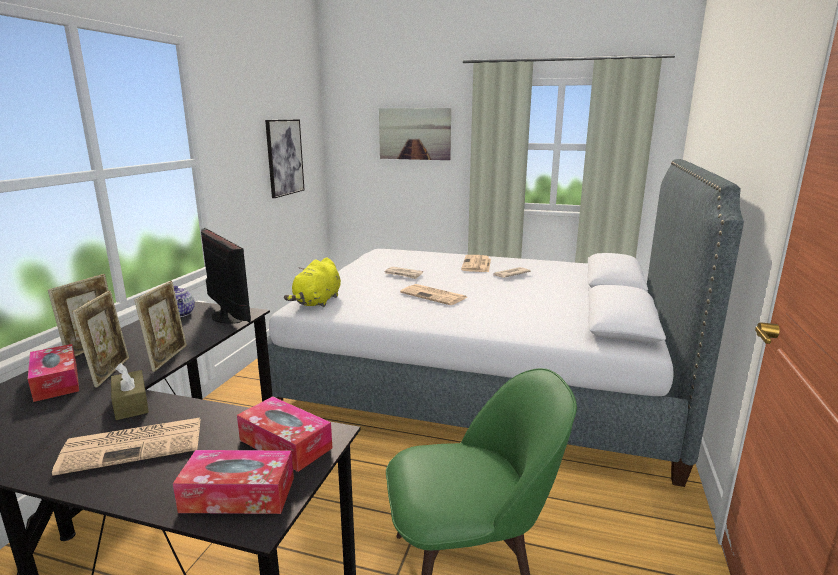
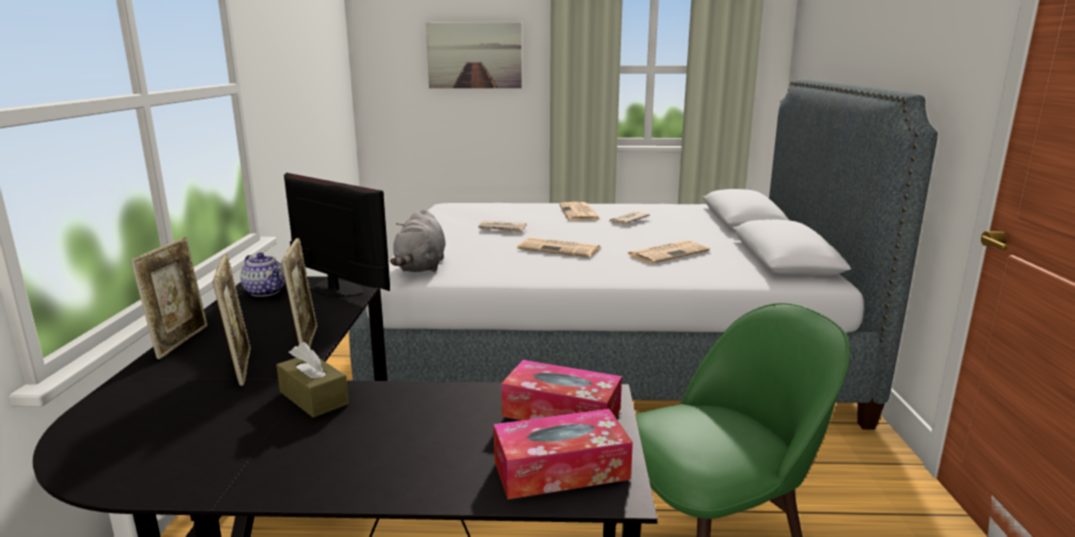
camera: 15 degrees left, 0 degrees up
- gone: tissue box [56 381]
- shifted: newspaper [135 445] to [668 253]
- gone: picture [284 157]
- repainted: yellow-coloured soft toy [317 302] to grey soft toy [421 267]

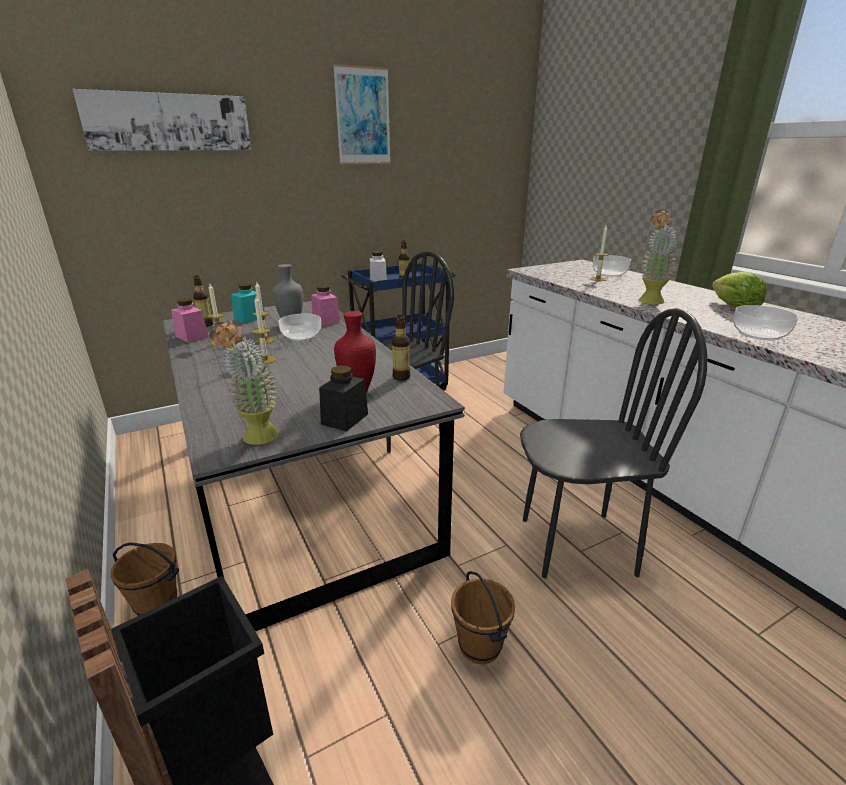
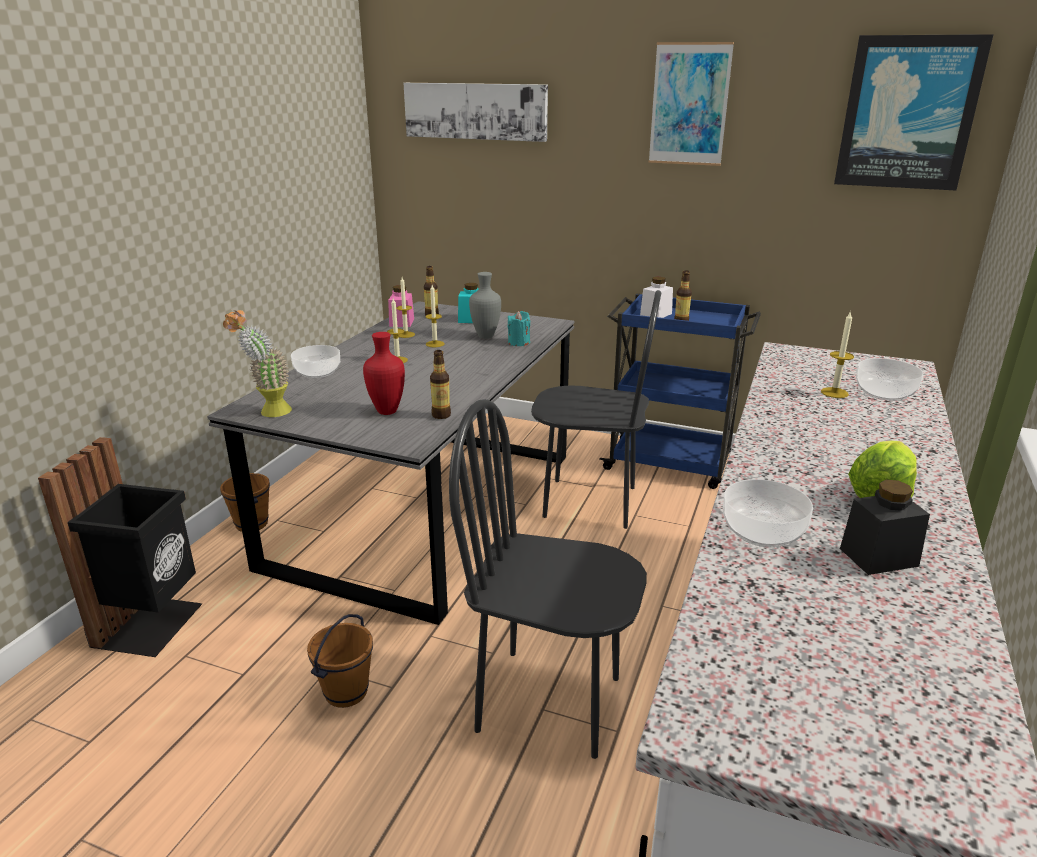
camera: 50 degrees right, 0 degrees up
- shifted: serving bowl [302 336] to [317 372]
- swapped: pinkish storage jar [326 320] to blue-green wax candle [519 343]
- shifted: blackish storage jar [345 419] to [878 557]
- rotated: blackish plain chair [576 545] = [549 702] 150 degrees clockwise
- gone: houseplant [649 302]
- new: picture [908 113]

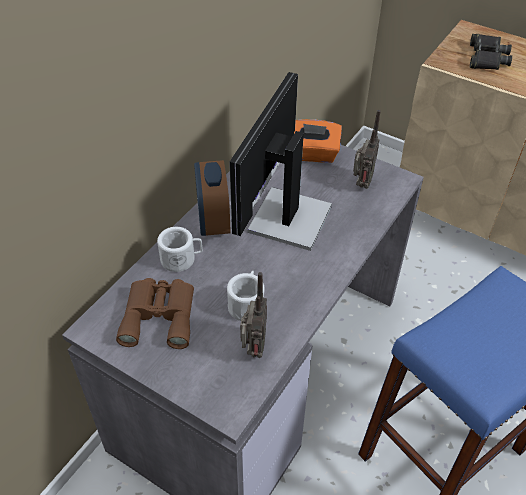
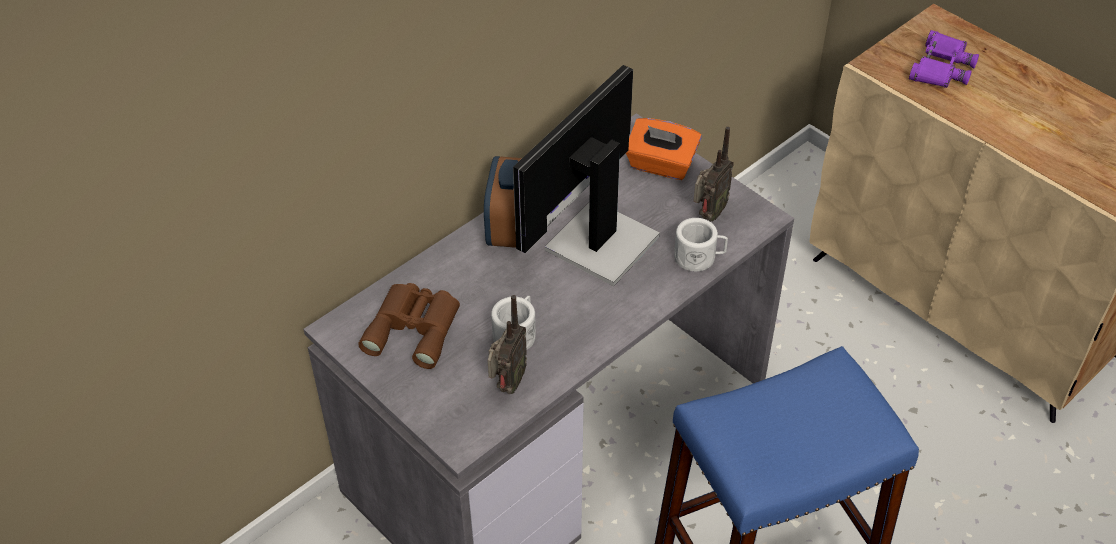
camera: 15 degrees right, 0 degrees up
- shifted: whitish mug [182 259] to [699 257]
- repainted: blackish field glasses [486 58] to purple-coloured field glasses [941 67]

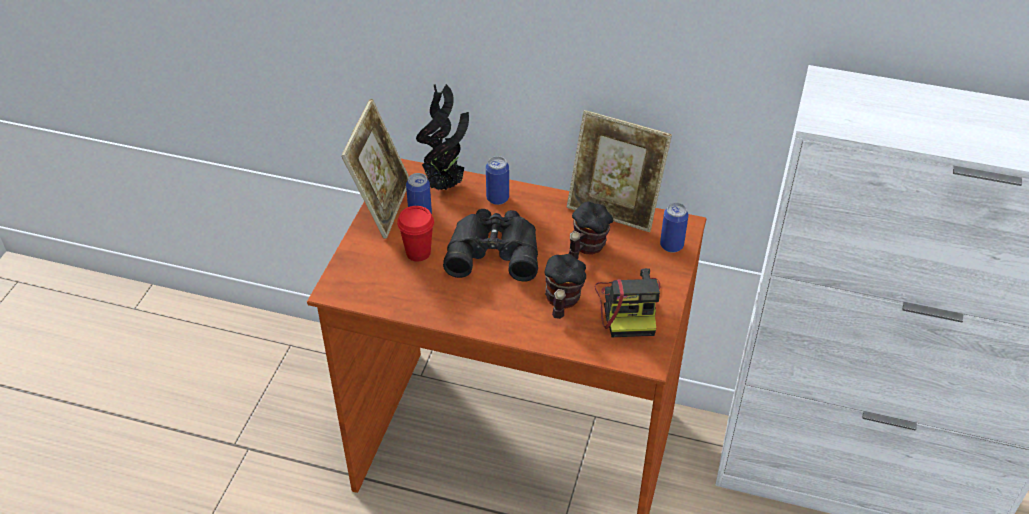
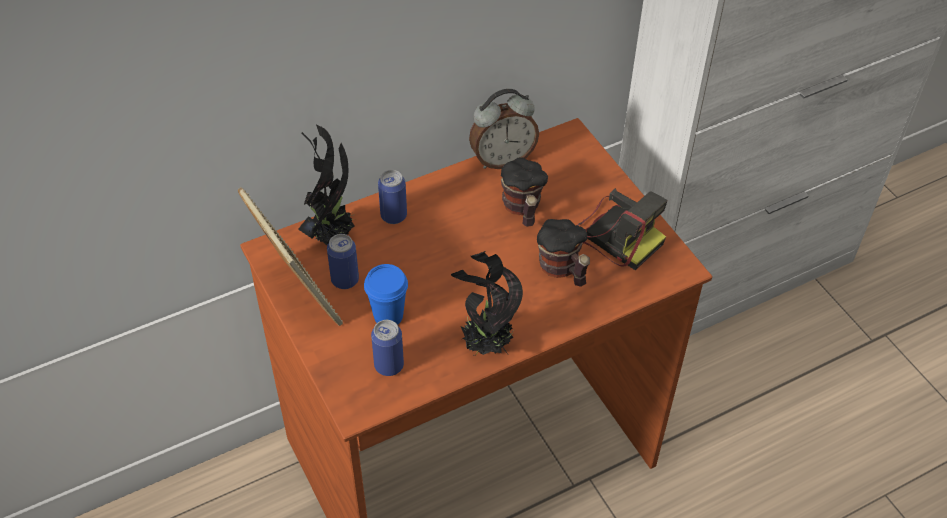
camera: 45 degrees left, 5 degrees up
- repainted: red-coloured cup [418 253] to blue cup [388 316]
- gone: blackish field glasses [493 249]
- swapped: photo frame [614 209] to table clock [502 159]
- shifted: sealed can [671 245] to [389 366]
- new: houseplant [484 346]

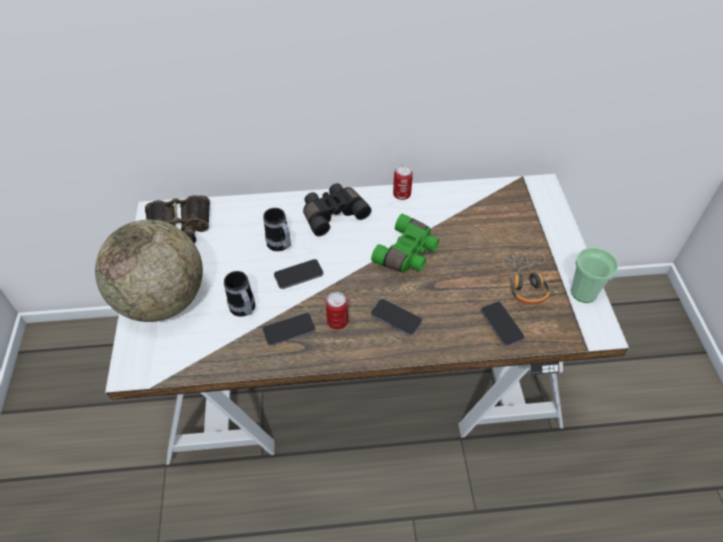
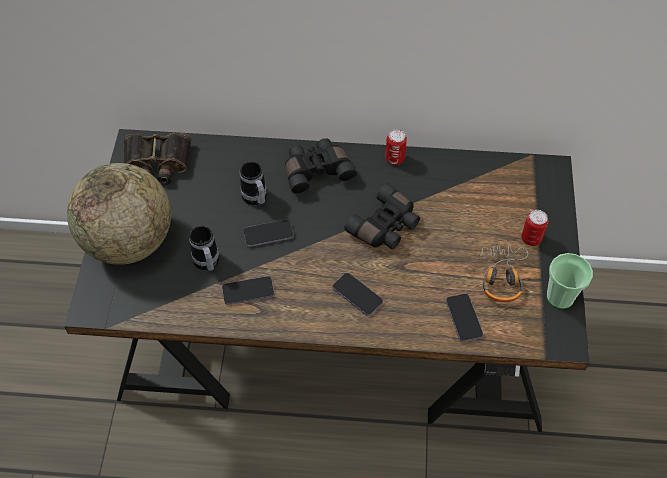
camera: 10 degrees right, 5 degrees up
- repainted: whitish desk unit [361 376] to blackish desk unit [334 341]
- shifted: sealed can [337 322] to [531 238]
- repainted: green-coloured field glasses [408 253] to blackish field glasses [385 227]

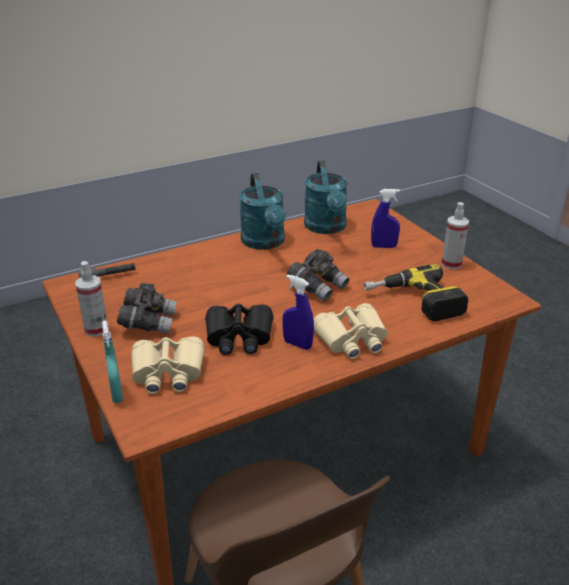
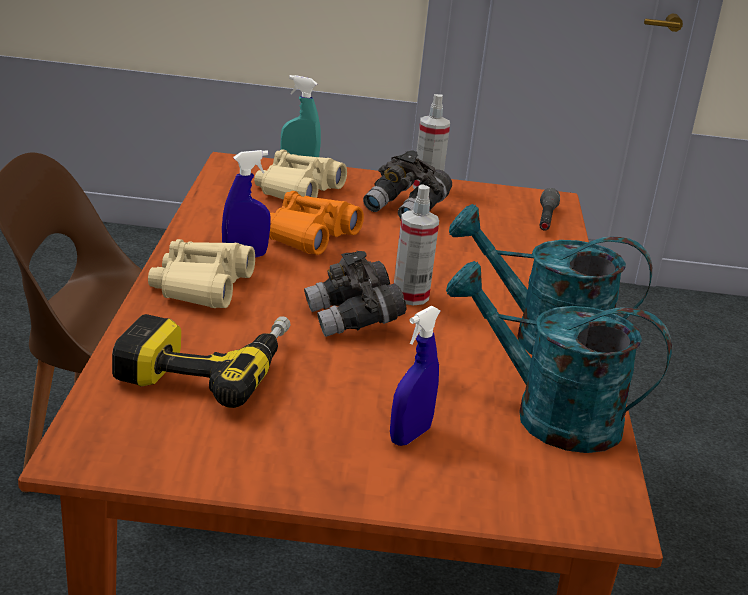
camera: 120 degrees right, 5 degrees down
- repainted: blackish field glasses [239 337] to orangey field glasses [308 236]
- shifted: hand sprayer [451 264] to [410 296]

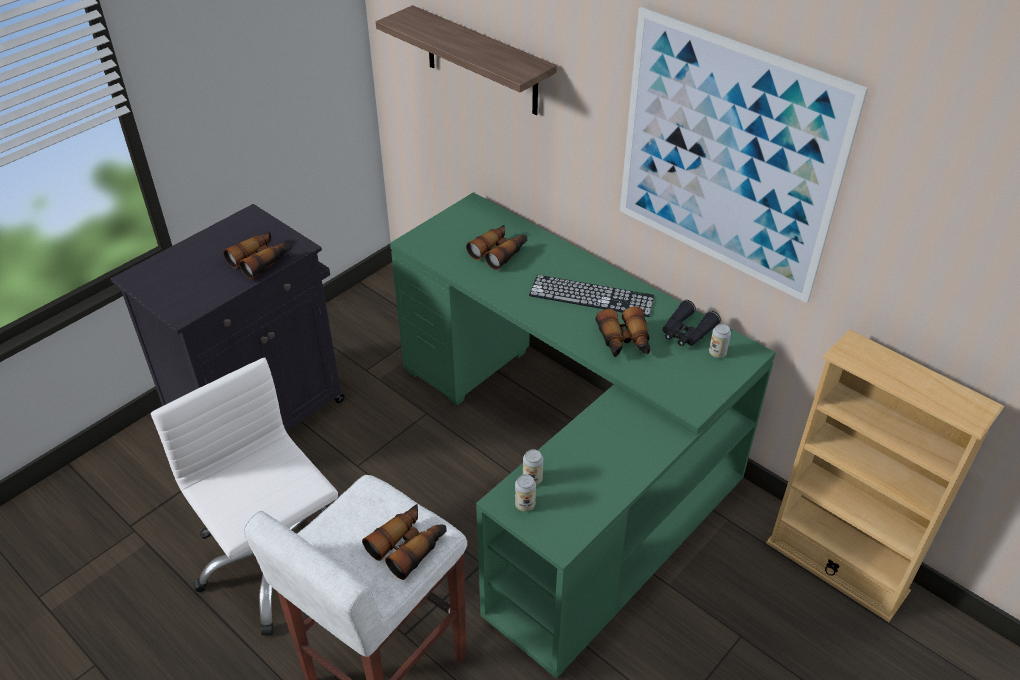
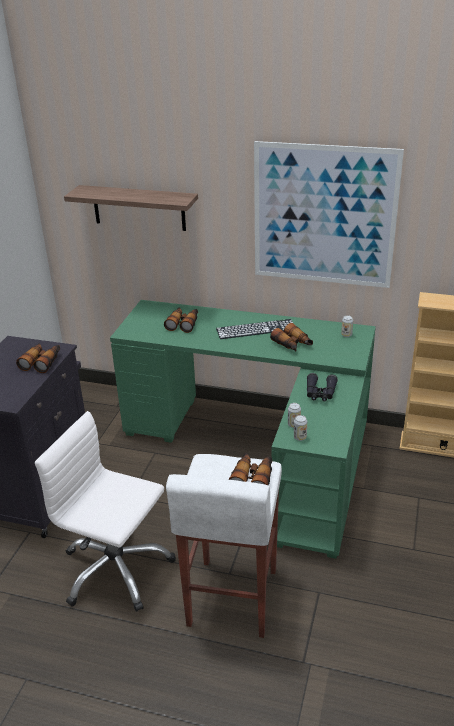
camera: 25 degrees left, 10 degrees down
- shifted: blackish field glasses [686 332] to [320 393]

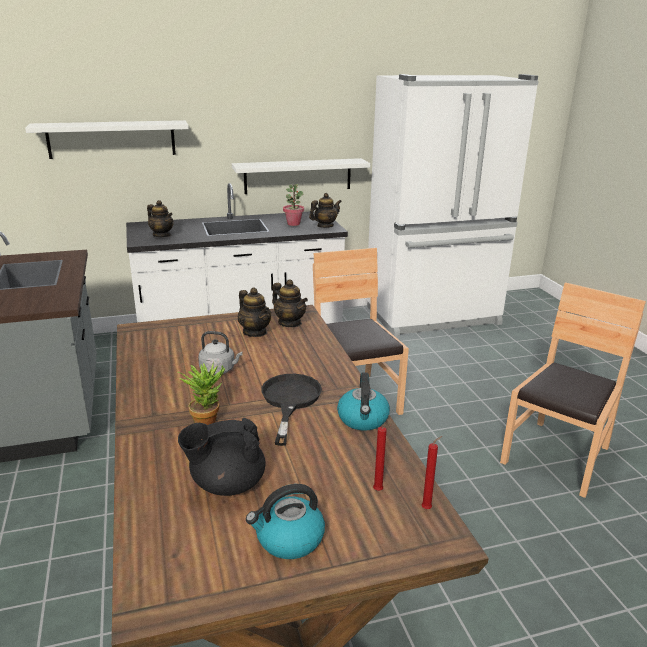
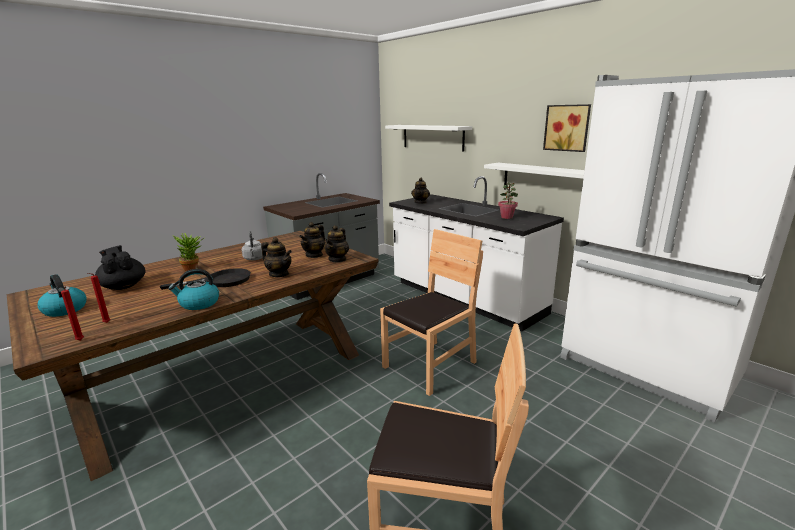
camera: 65 degrees right, 5 degrees down
- shifted: teapot [325 226] to [279 274]
- new: picture [567 128]

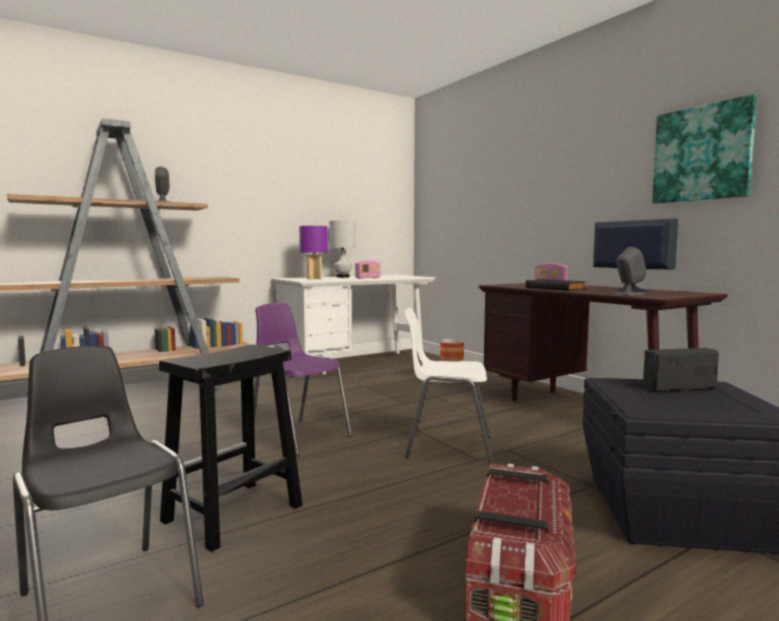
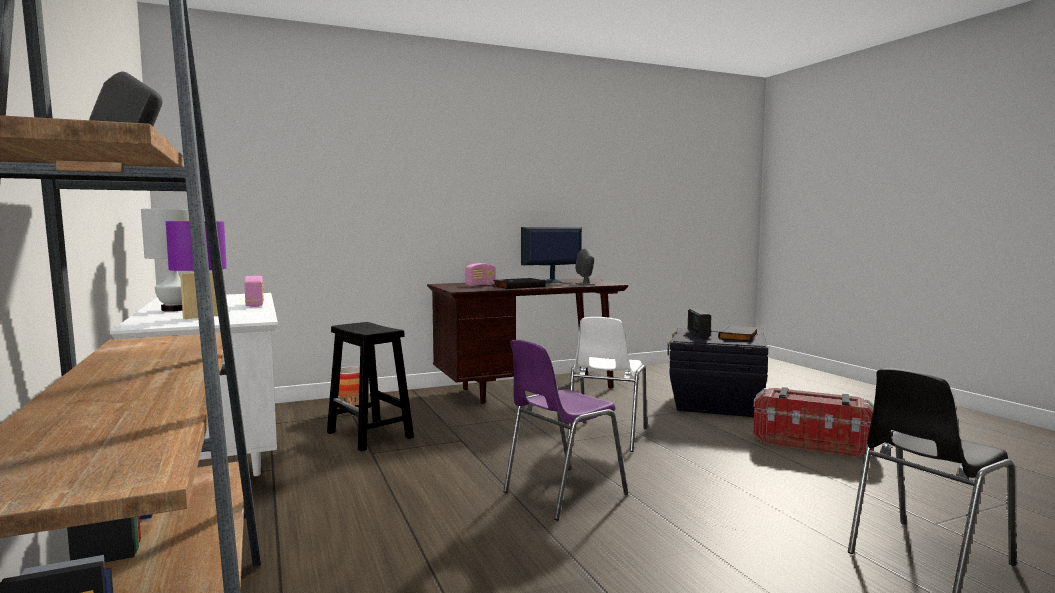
camera: 80 degrees left, 0 degrees up
- shifted: blackish stool [232 514] to [371 435]
- gone: picture [702 153]
- new: blackish volume [739 337]

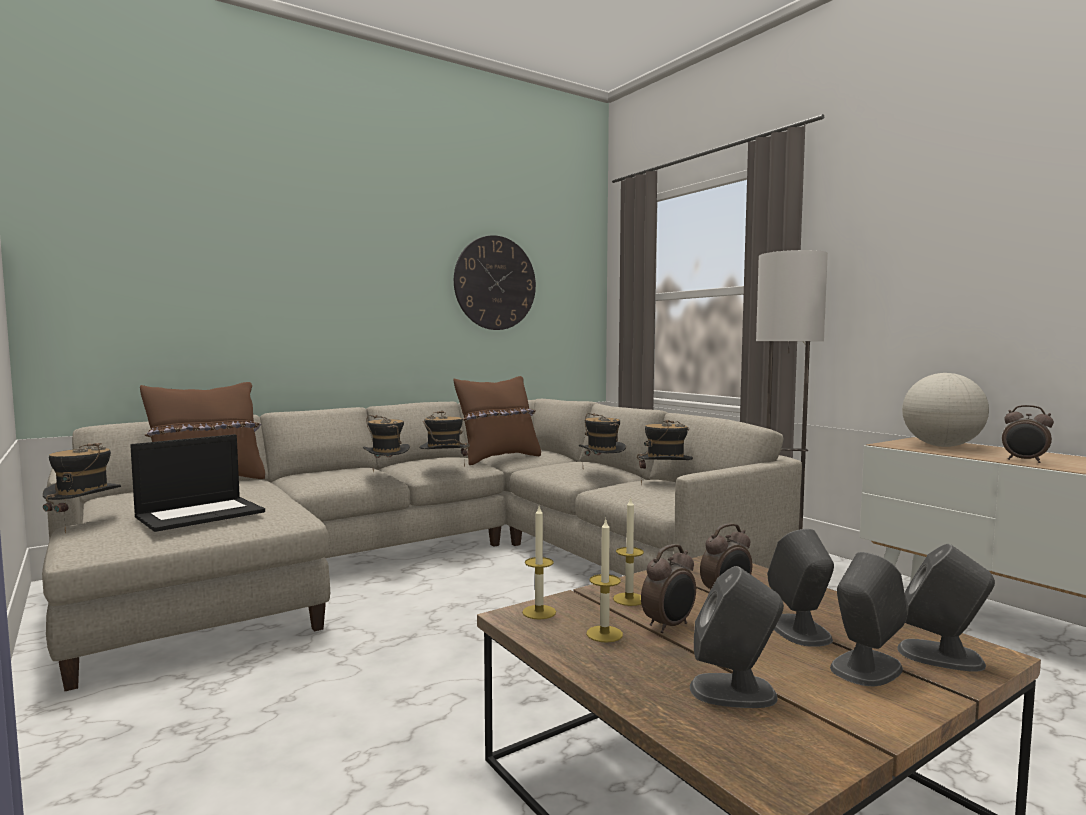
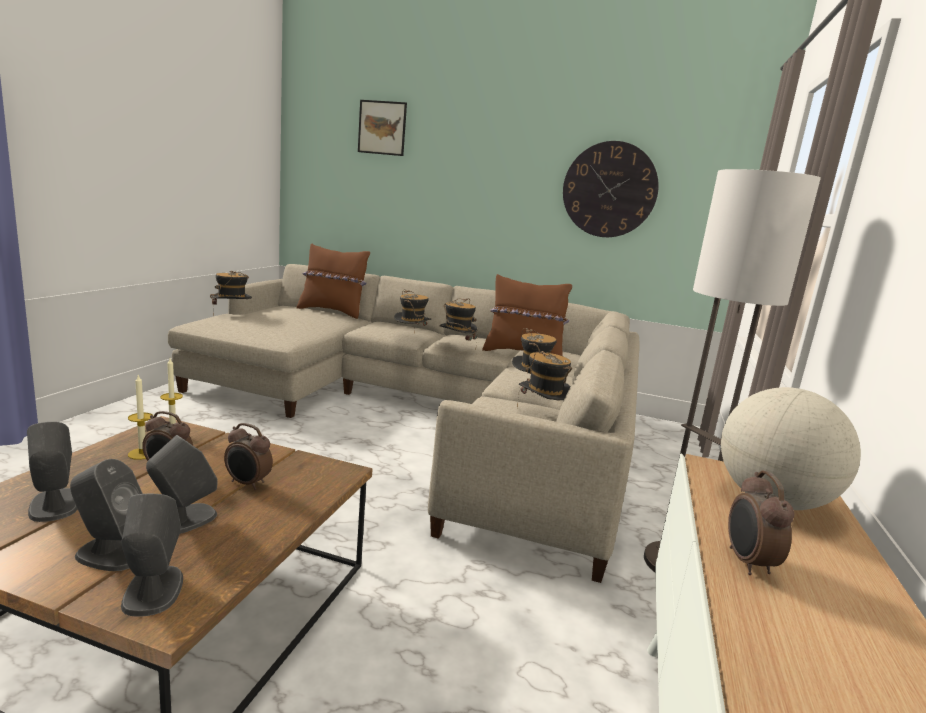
camera: 50 degrees right, 10 degrees up
- gone: notebook computer [201 514]
- gone: wax candle [629 599]
- new: picture [382 128]

